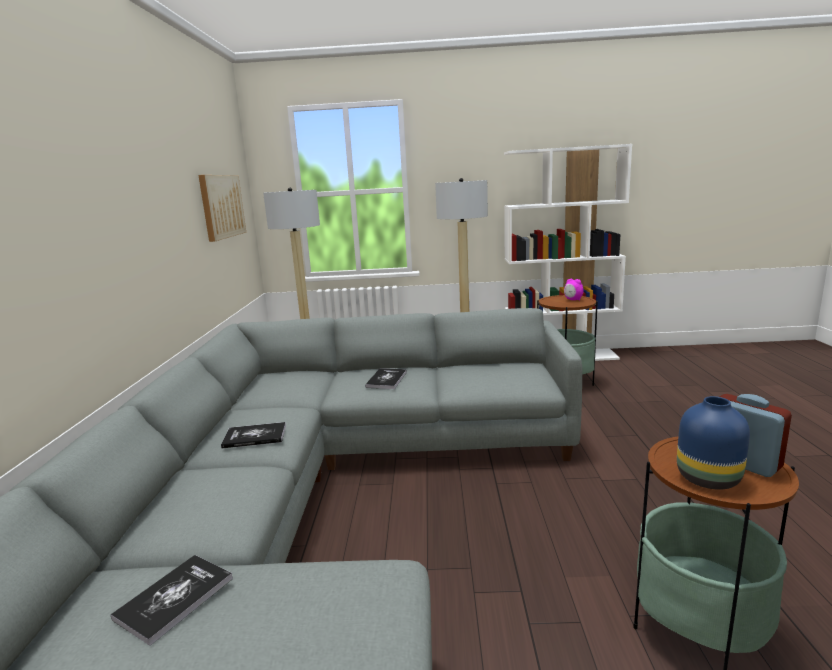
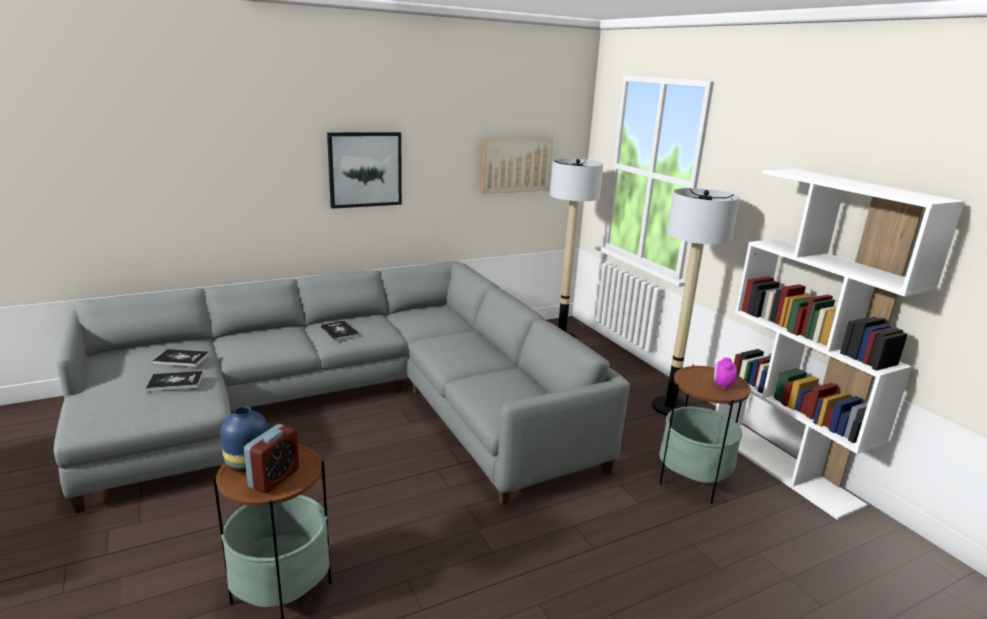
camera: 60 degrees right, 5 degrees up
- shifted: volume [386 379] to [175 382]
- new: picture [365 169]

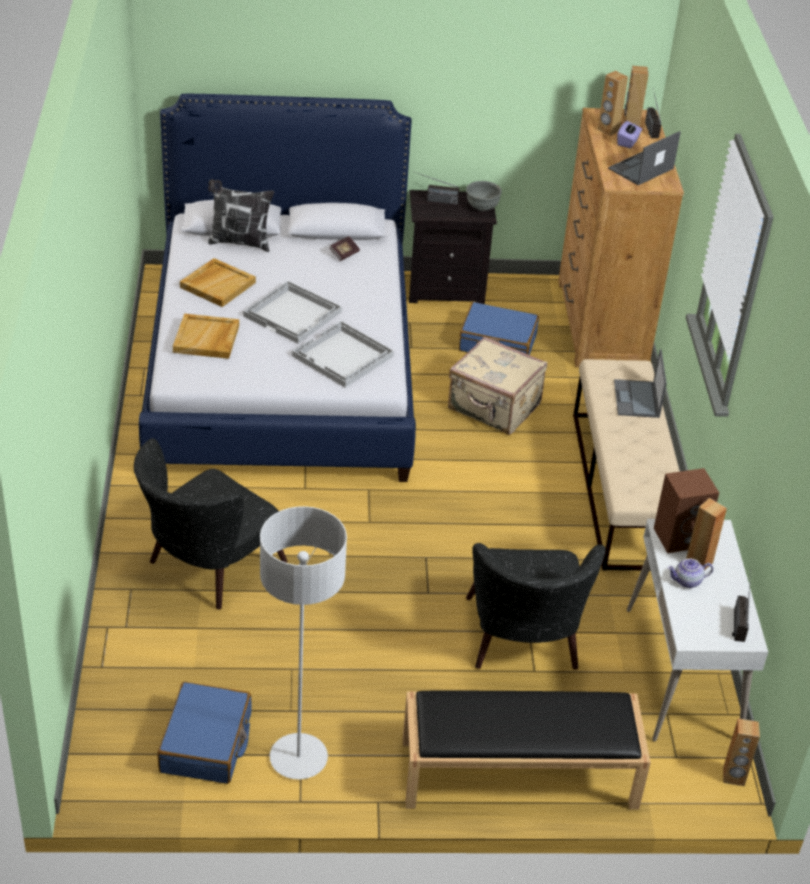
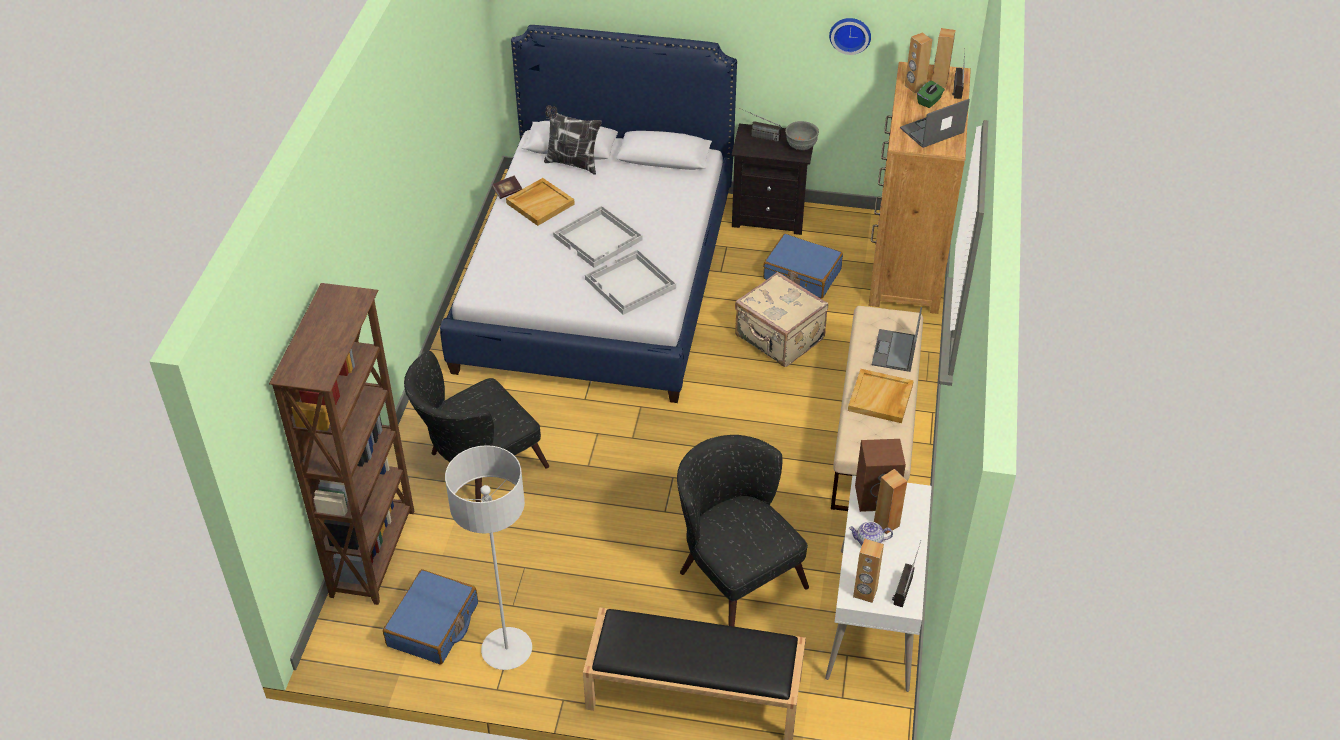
camera: 15 degrees right, 5 degrees up
- shifted: beige carrying tray [207 339] to [880 398]
- shifted: volume [344 254] to [507 192]
- rotated: blackish lounge chair [522 644] = [735 571] 135 degrees clockwise
- repainted: purple-coloured tissue box [628 142] to green-coloured tissue box [929 101]
- shifted: brownish speaker [733 777] to [865 593]
- new: brownish bookshelf [374 552]
- new: clock on the wall [850 34]

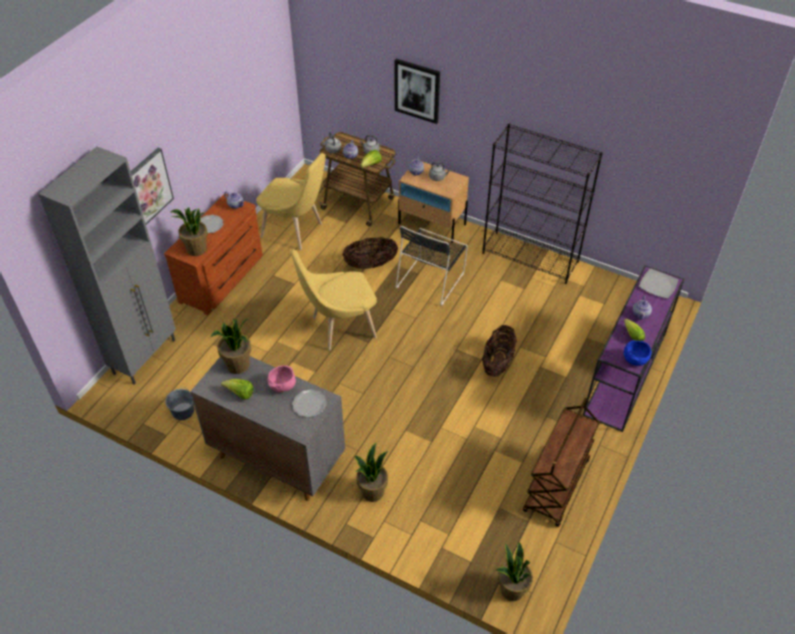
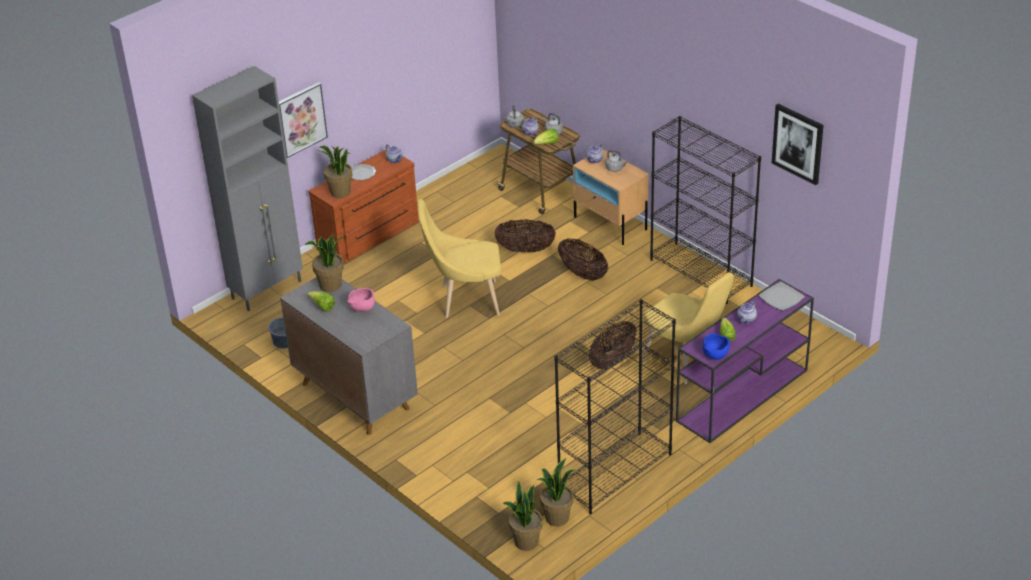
camera: 20 degrees right, 10 degrees down
- shifted: yellow-coloured plain chair [296 231] to [685 361]
- gone: dinner plate [309 404]
- shifted: houseplant [372 492] to [557 517]
- shifted: picture [417 90] to [798 143]
- swapped: blackish plain chair [431 278] to household basket [583 273]
- swapped: brownish wheeled cart [556 486] to blackish bookshelf [615 473]

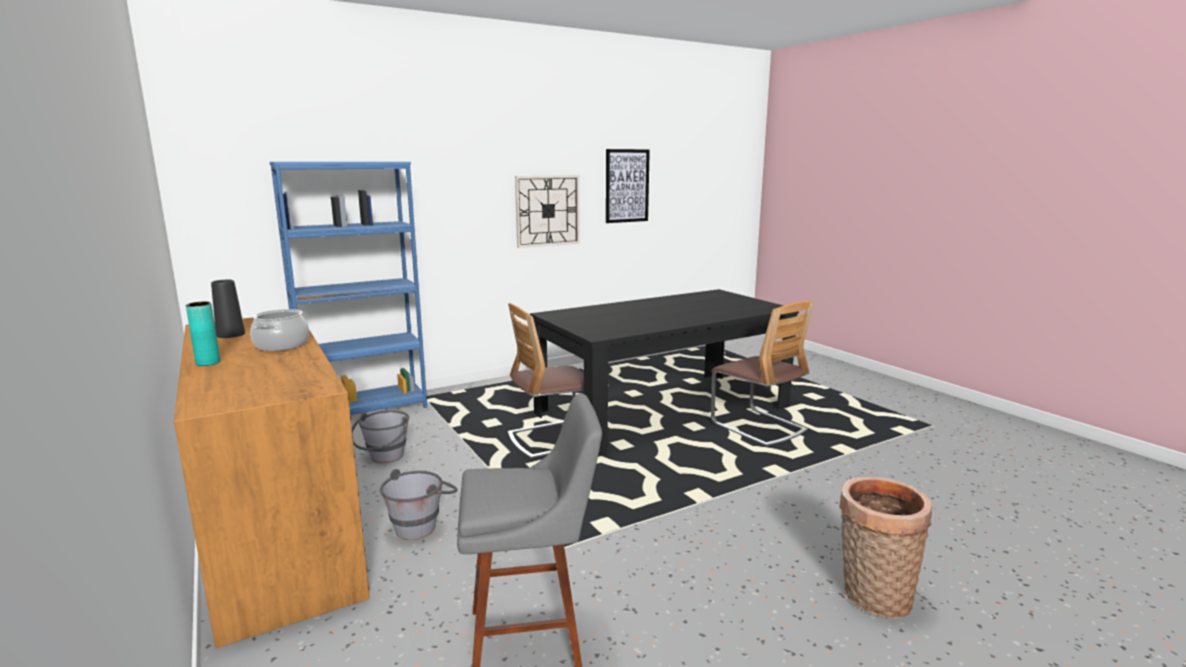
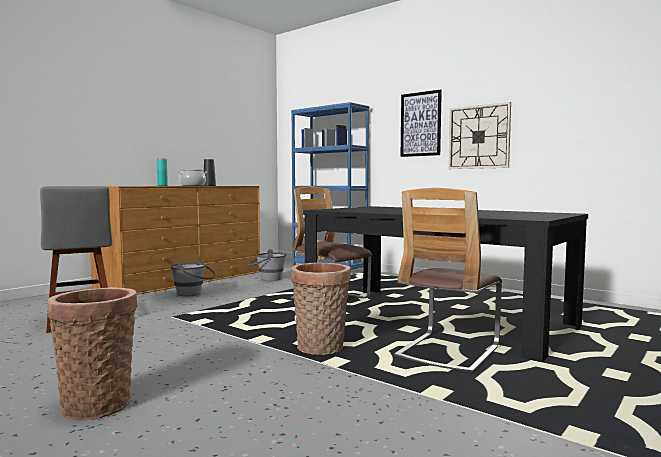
camera: 70 degrees right, 10 degrees down
- shifted: picture [627 186] to [420 124]
- new: household basket [320 349]

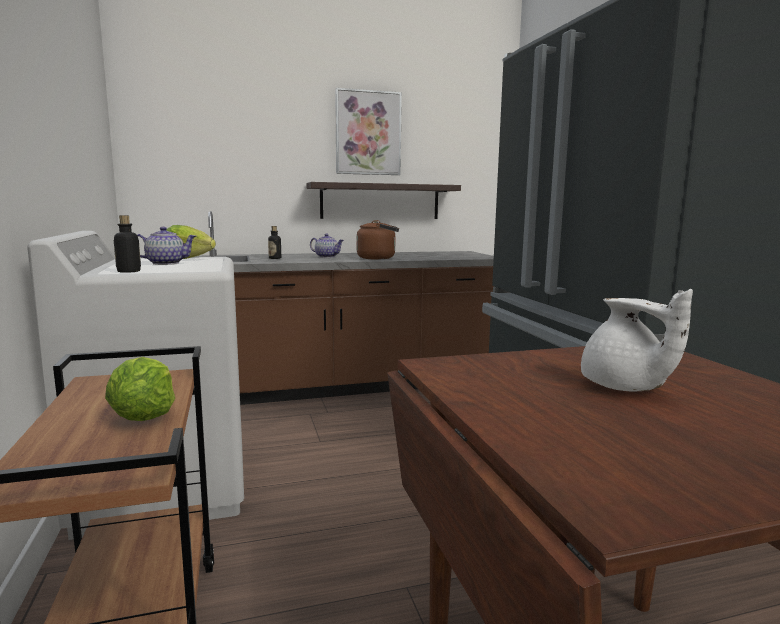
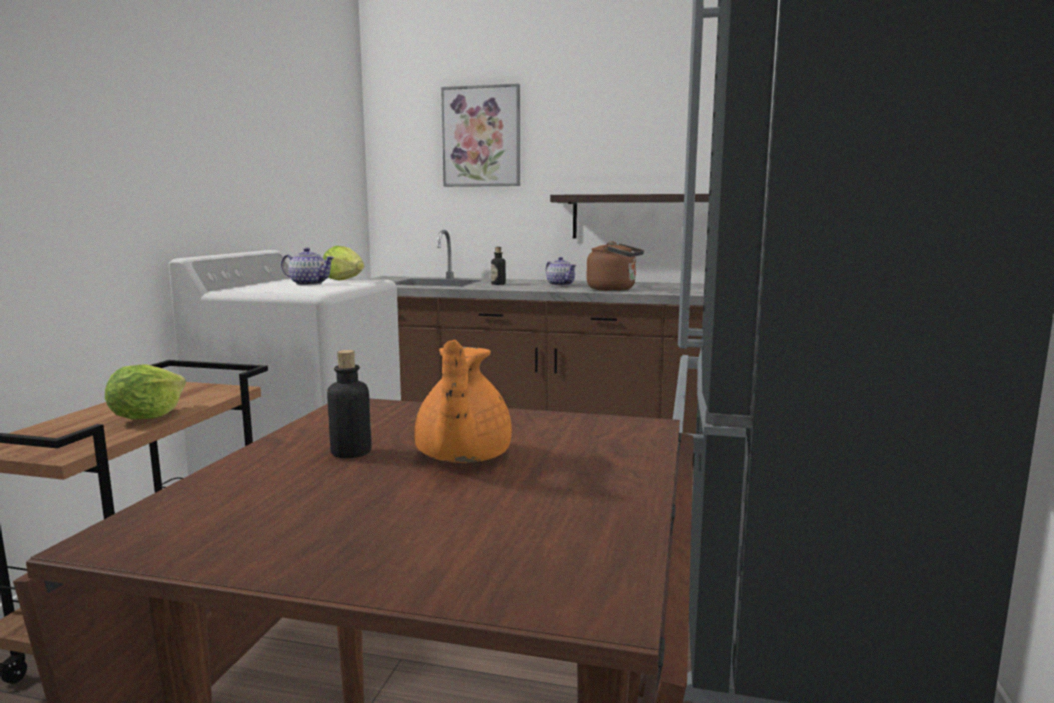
camera: 30 degrees right, 0 degrees up
- shifted: drink bottle [129 271] to [351 452]
- shifted: picture [368 133] to [481 137]
- repainted: whitish teapot [624 387] to orangey teapot [461 457]

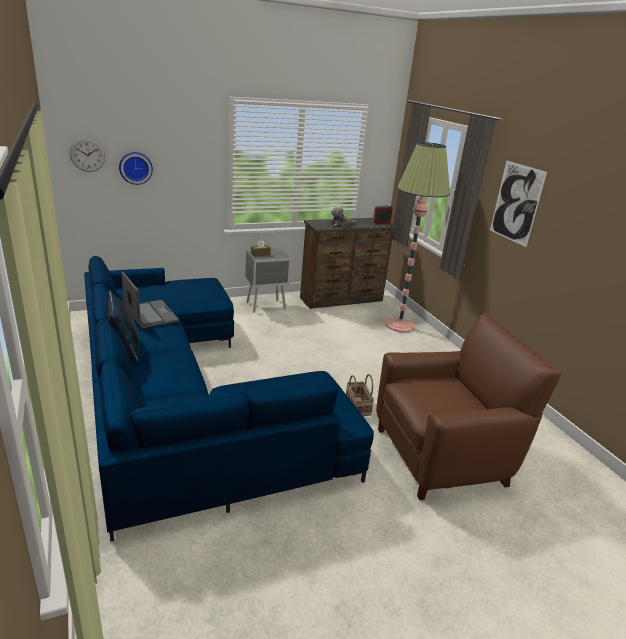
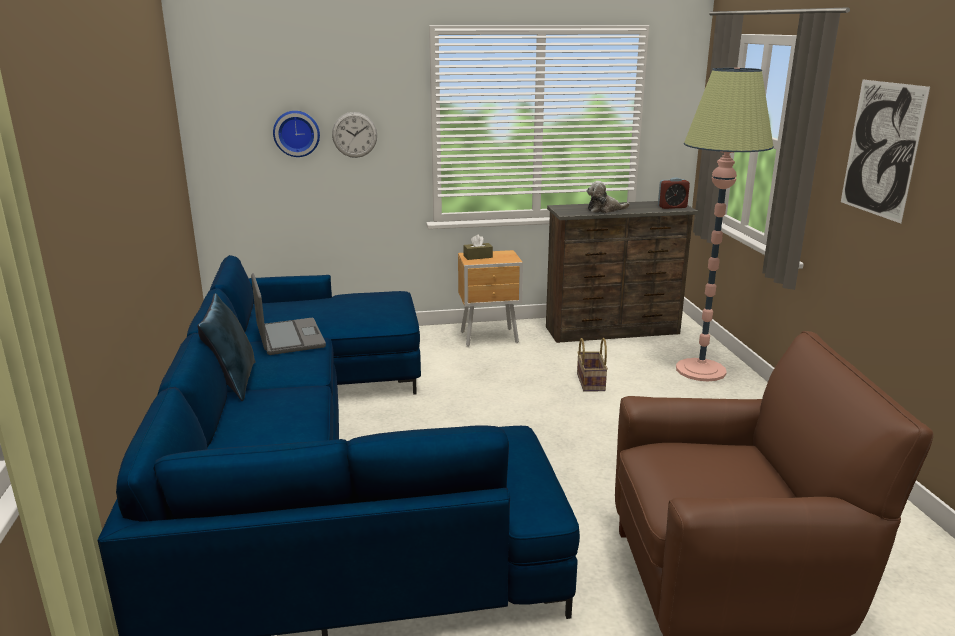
camera: 15 degrees right, 5 degrees down
- shifted: clock on the wall [87 155] to [354 135]
- repainted: grey night table [267 306] to brownish night table [490 338]
- shifted: household basket [357 406] to [589 381]

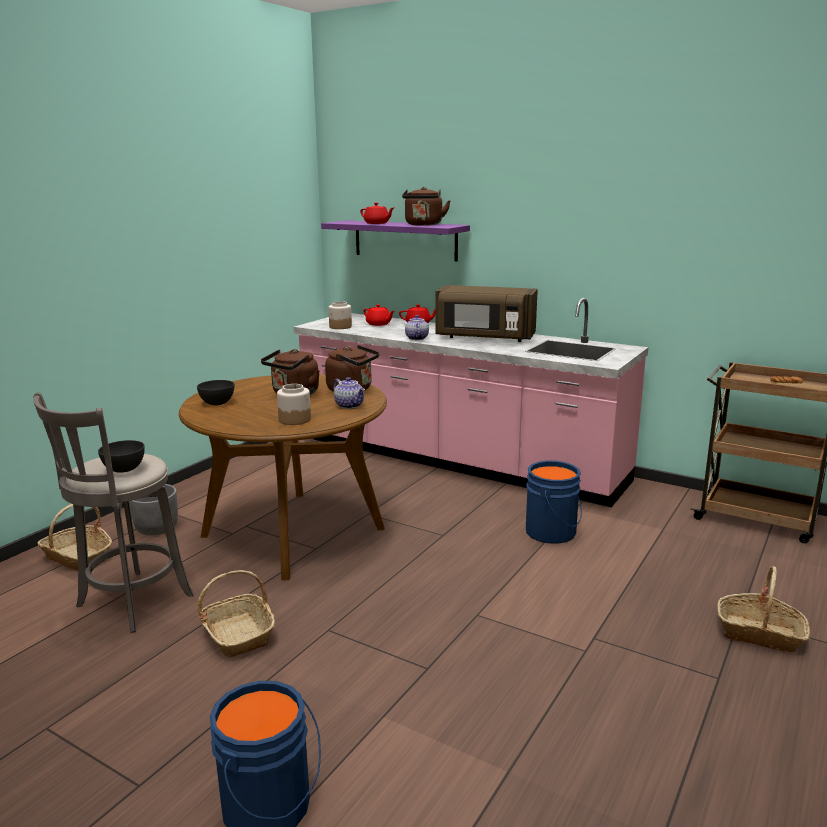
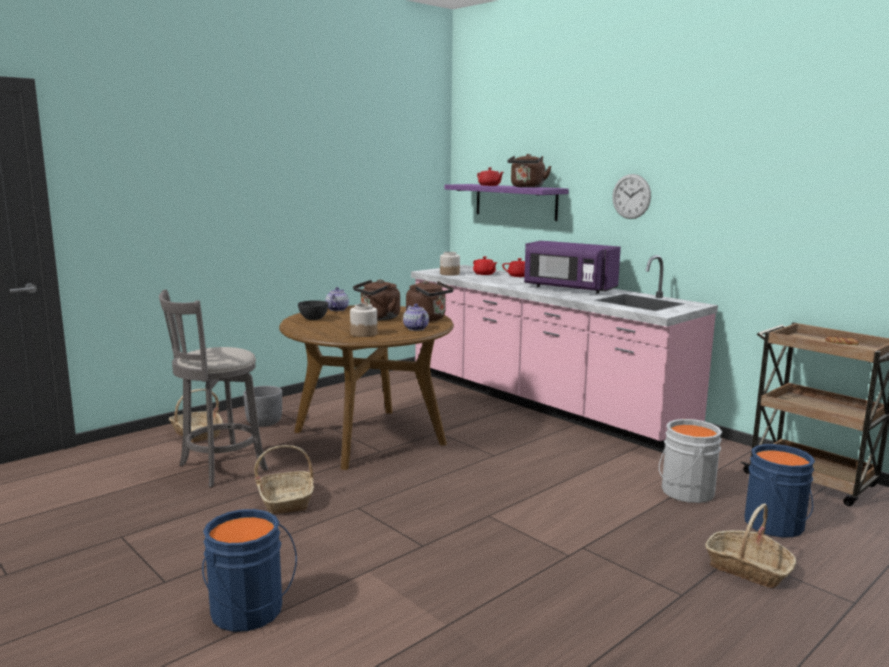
camera: 15 degrees right, 5 degrees down
- gone: grey serving bowl [124 469]
- shifted: teapot [416 338] to [336 309]
- repainted: brownish microwave oven [484 337] to purple-coloured microwave oven [568 288]
- shifted: blue bucket [553 532] to [777 525]
- new: clock on the wall [631 196]
- new: grey bucket [684 491]

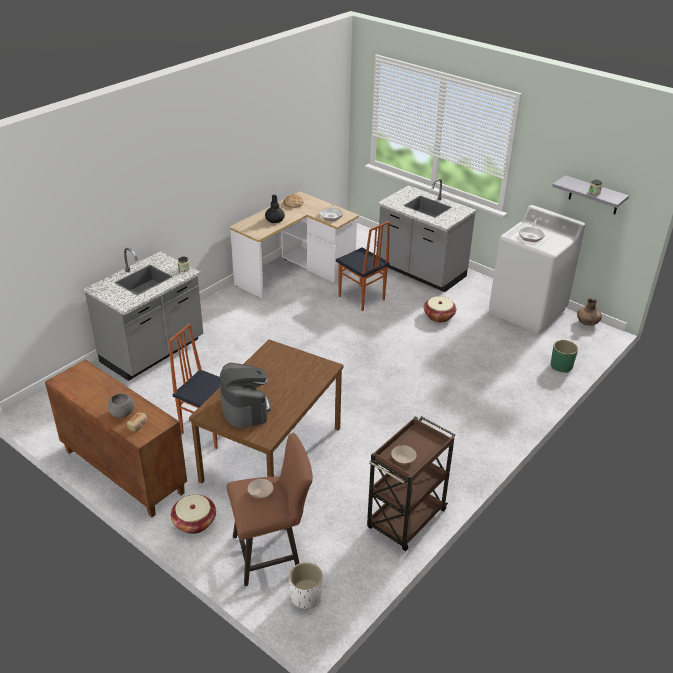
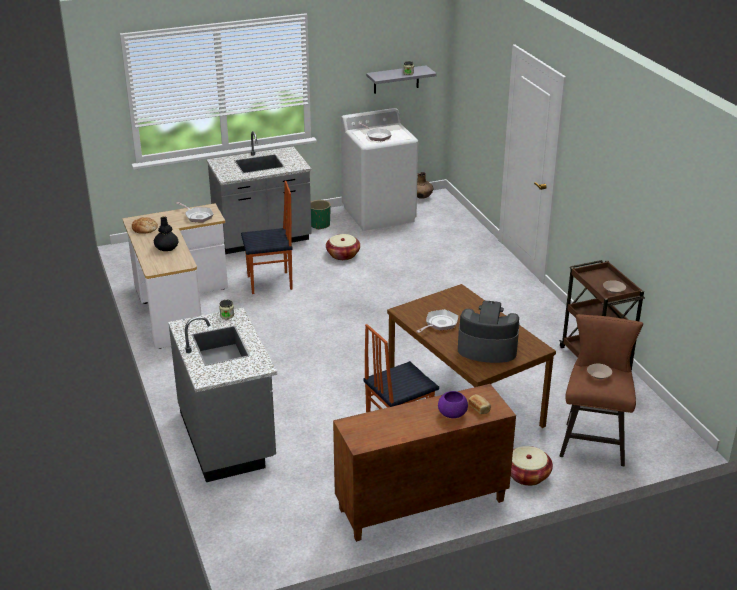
camera: 60 degrees left, 5 degrees down
- repainted: grey serving bowl [122 413] to purple-coloured serving bowl [453 414]
- gone: whitish plant pot [306 597]
- shifted: green-coloured plant pot [561 366] to [320 225]
- new: skillet [439 324]

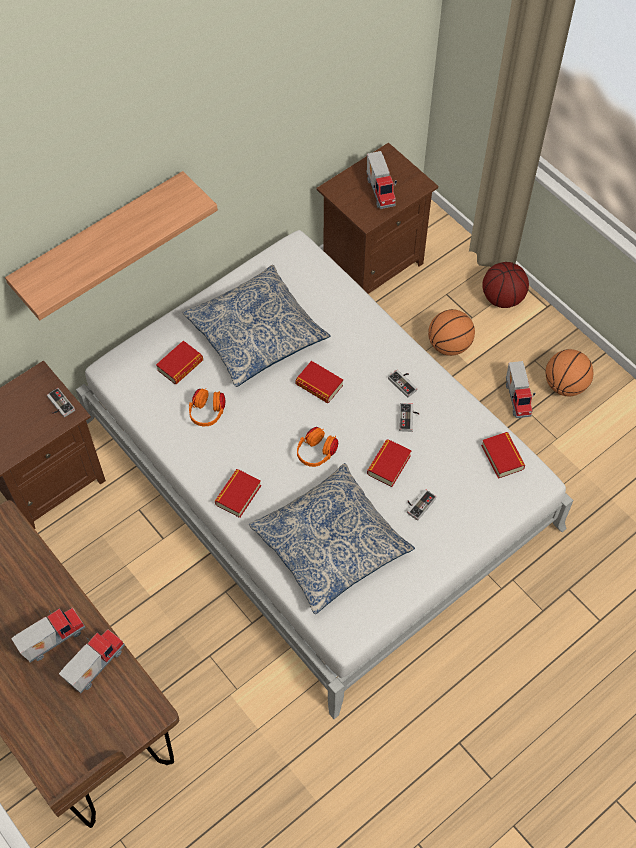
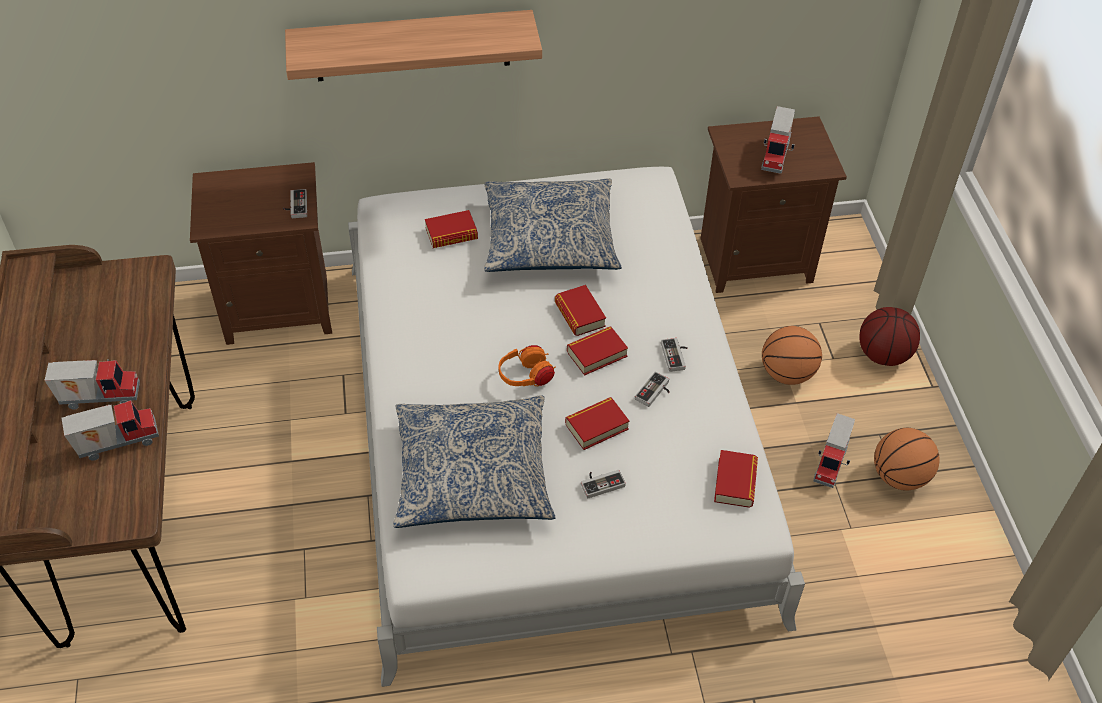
camera: 30 degrees right, 10 degrees down
- gone: orangey pair of headphones [207 413]
- shifted: volume [238 495] to [597 354]

